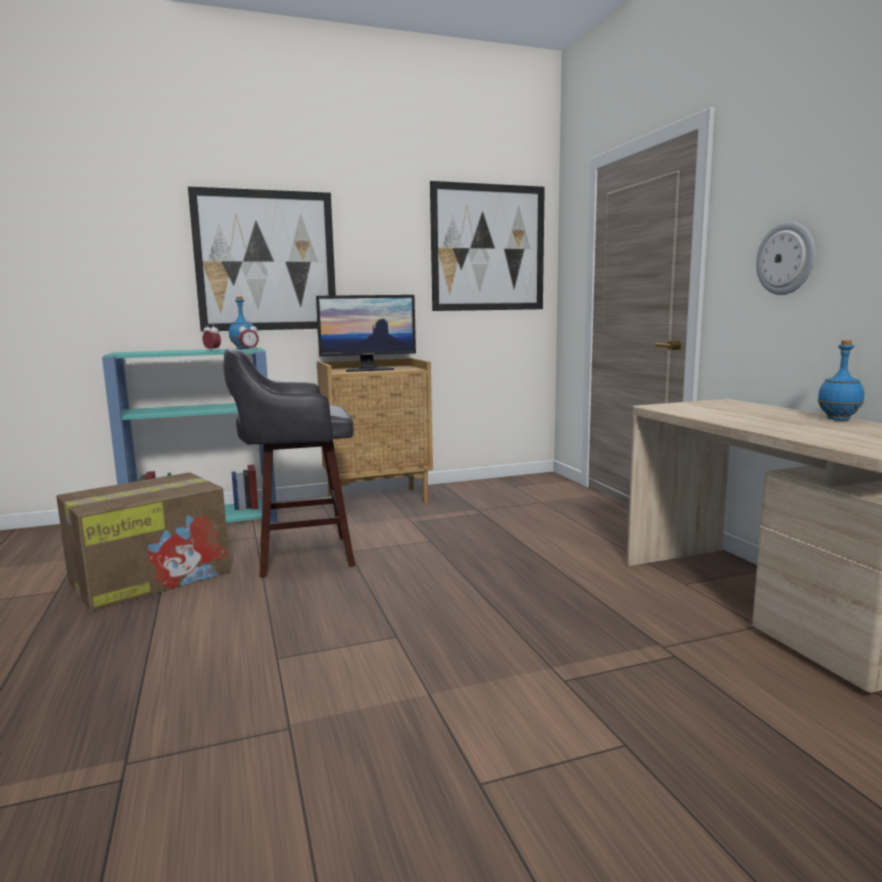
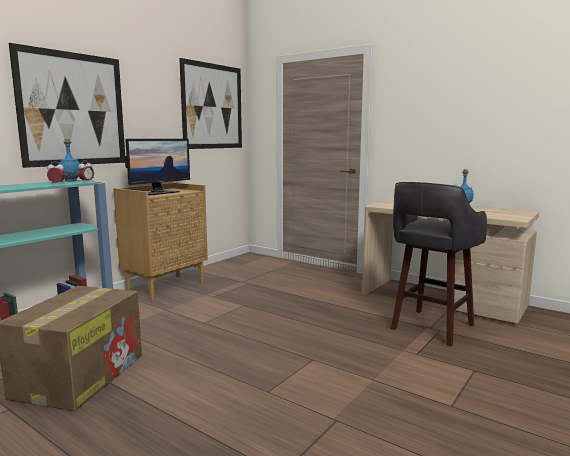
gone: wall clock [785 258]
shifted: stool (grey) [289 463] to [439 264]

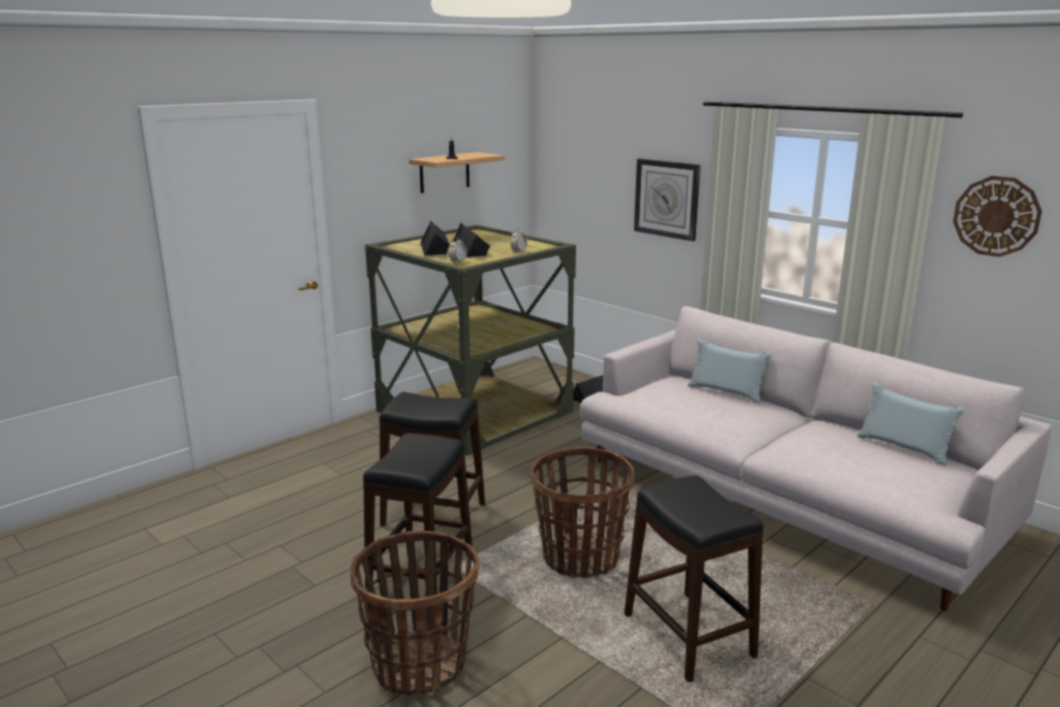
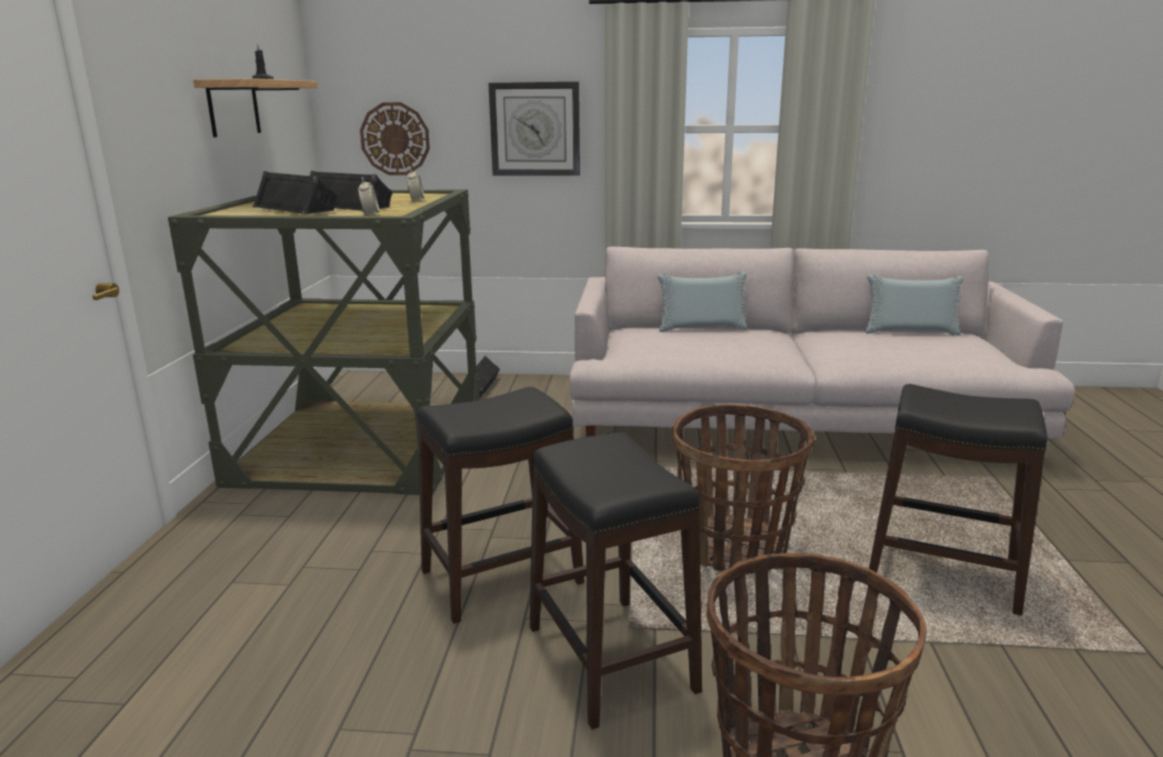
shifted: wall clock [997 216] to [395 138]

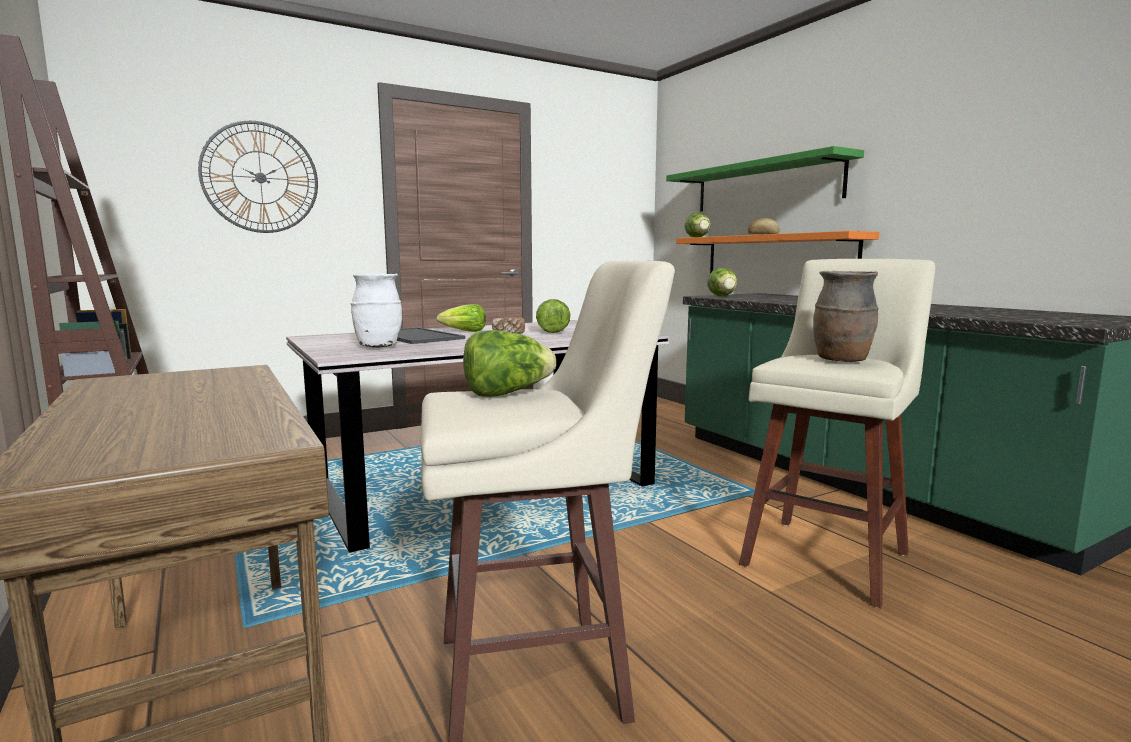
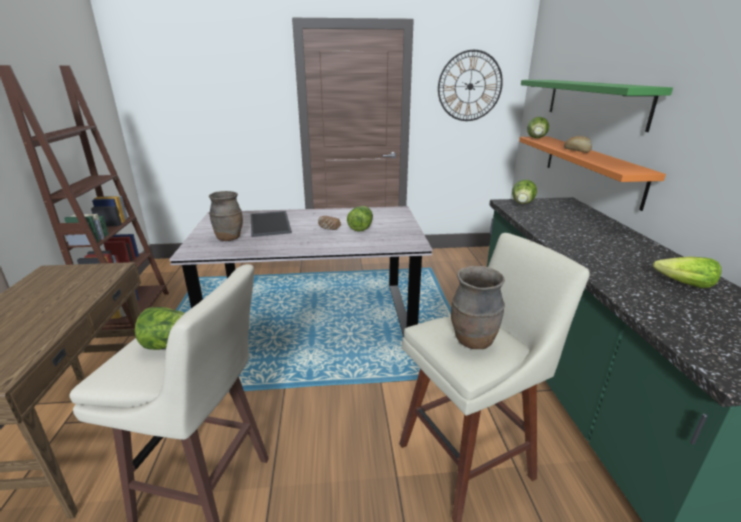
shifted: wall clock [258 177] to [470 85]; lettuce [461 318] to [687 272]
repainted: vase (white) [376 310] to vase (brown) [226 216]

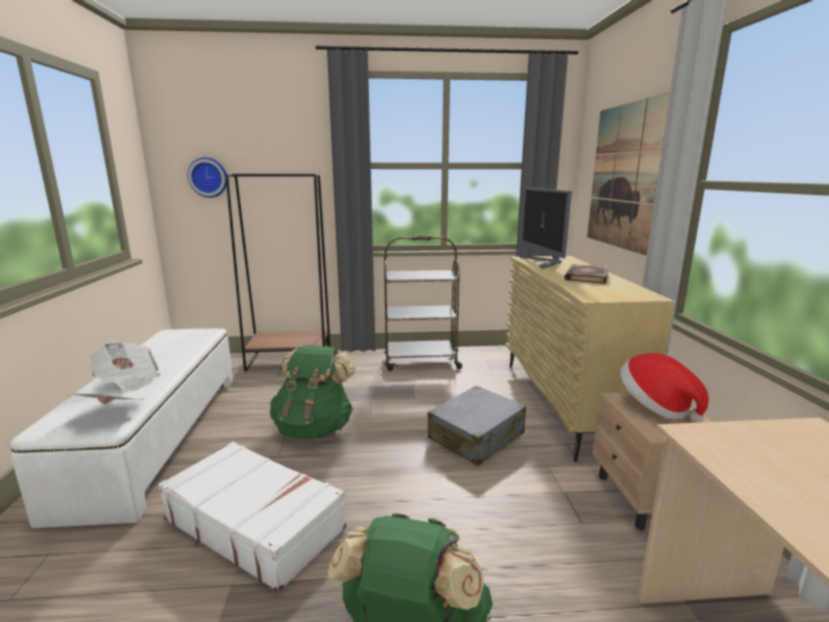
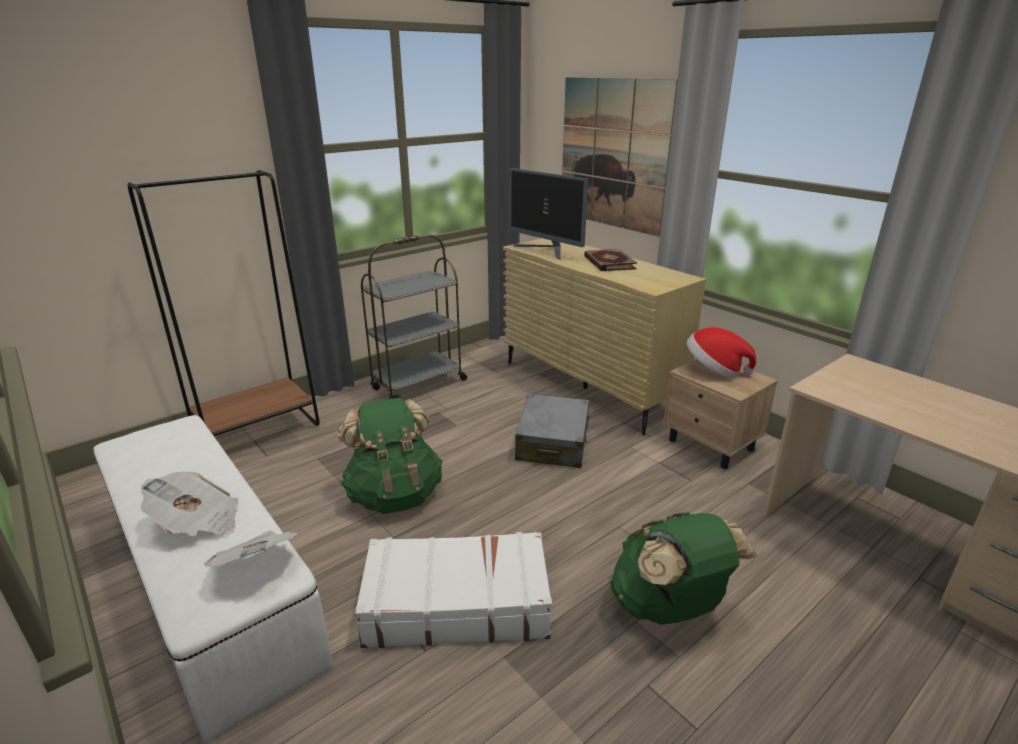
gone: wall clock [207 177]

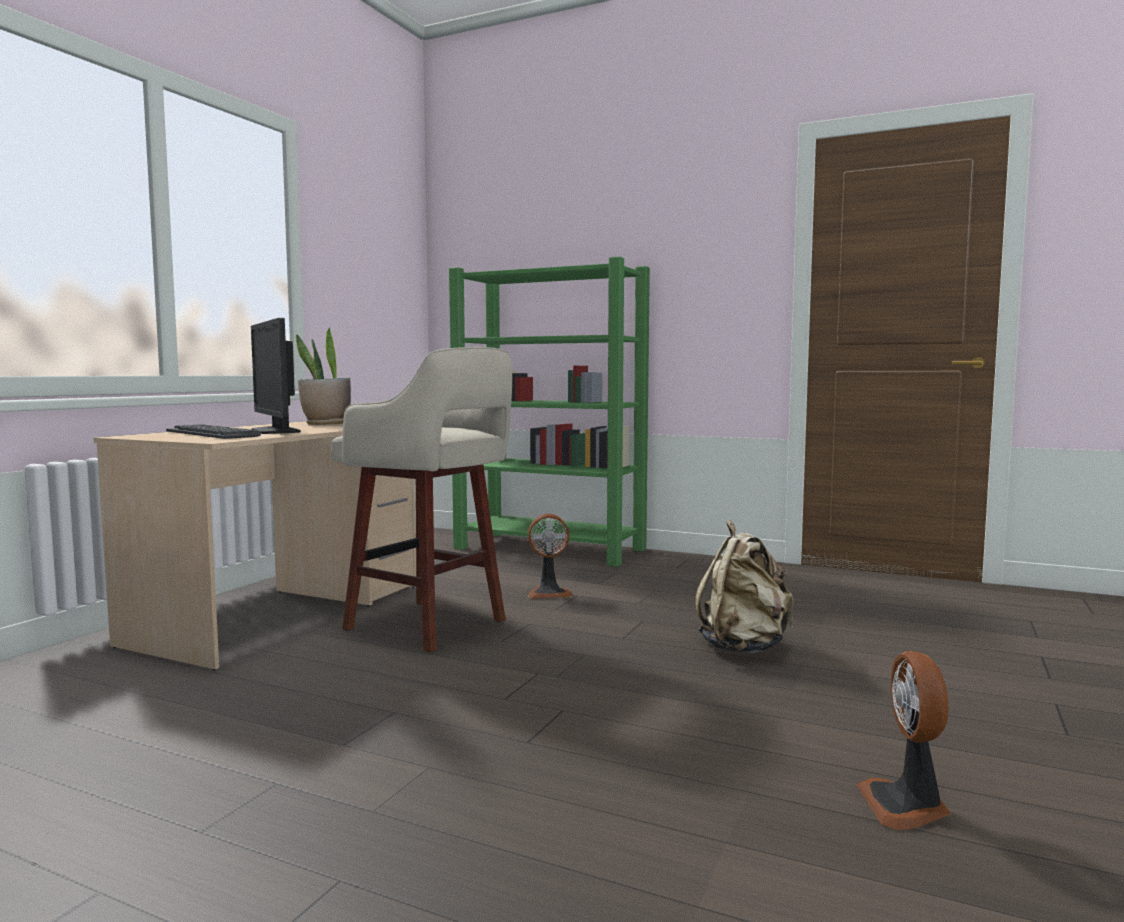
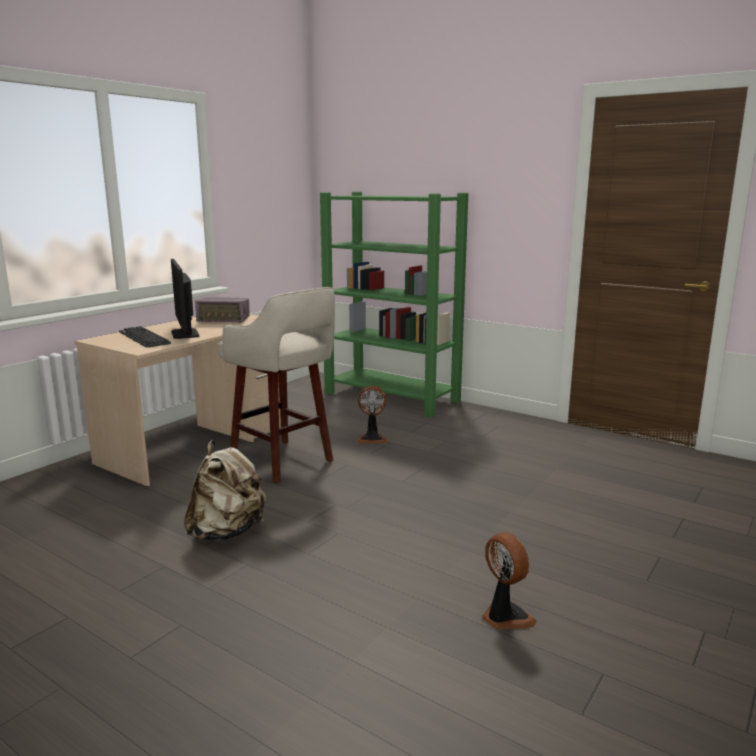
shifted: backpack (beige) [744 586] to [225 490]
swapped: potted plant [323 376] to radio [222 310]
rotated: fan [904 740] = [509 580] 135 degrees clockwise

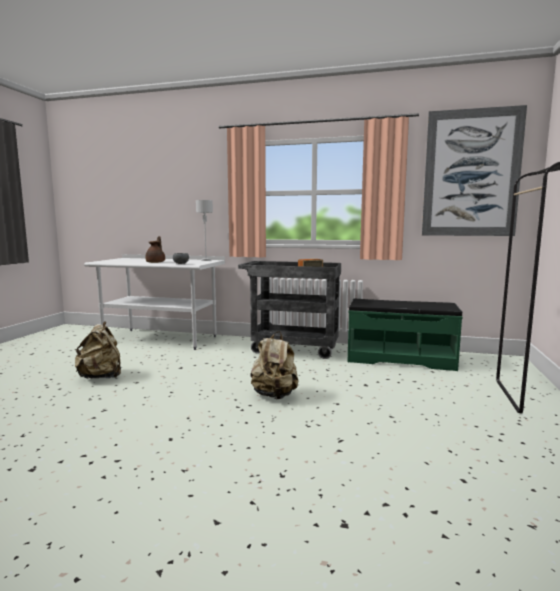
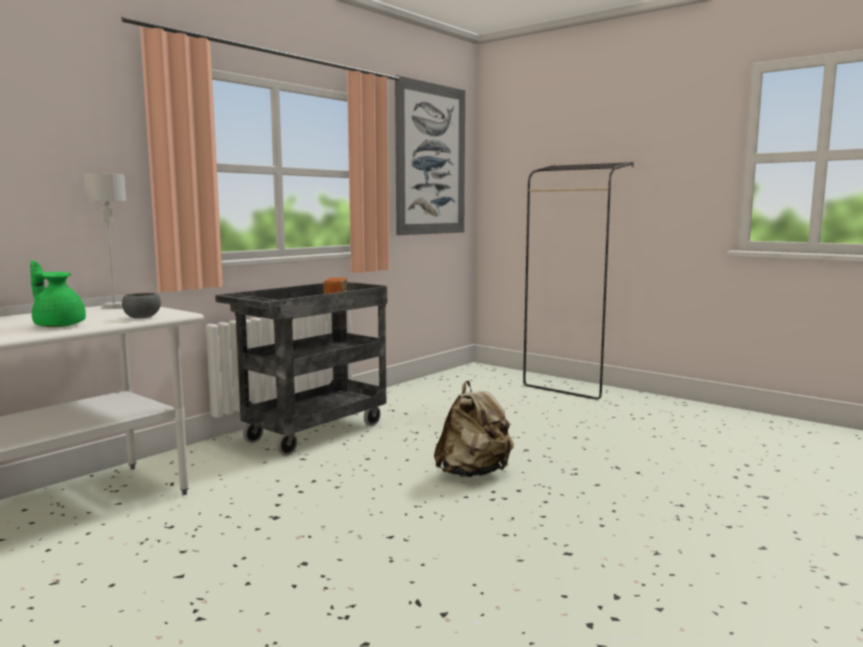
gone: backpack (beige) [98 349]; bench (green) [405 335]
repainted: teapot (brown) [155 249] to teapot (green) [58 293]

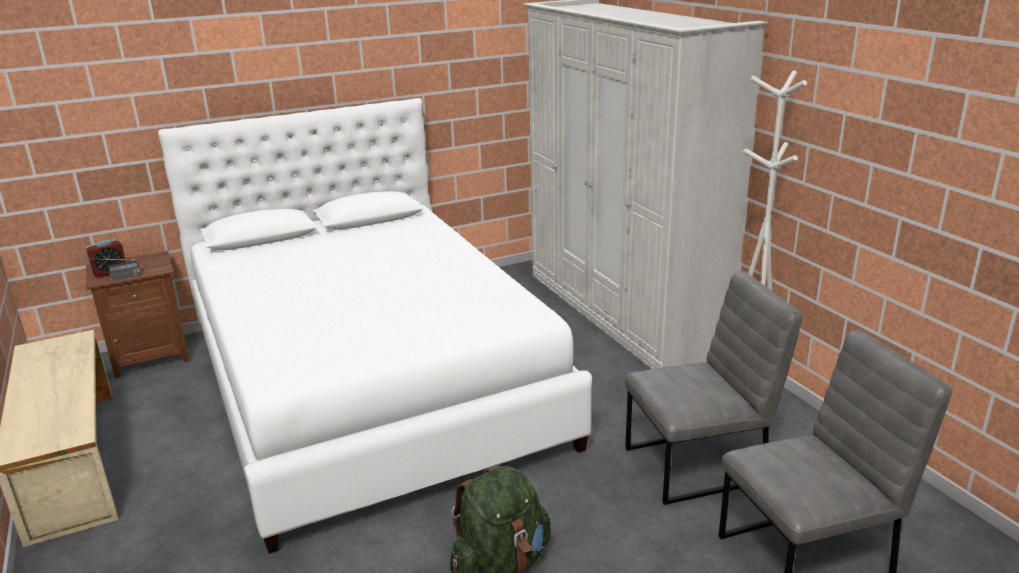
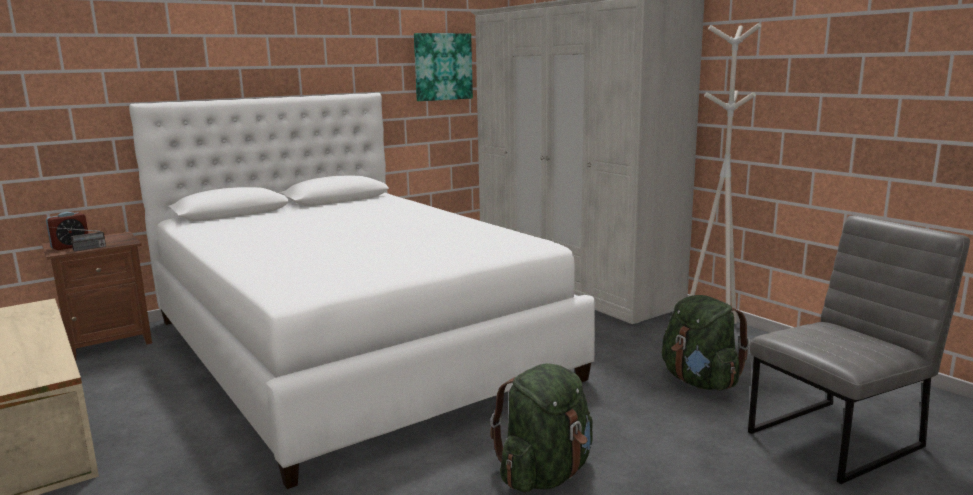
new: picture [443 67]
swapped: chair (grey) [713 388] to backpack (green) [706 343]

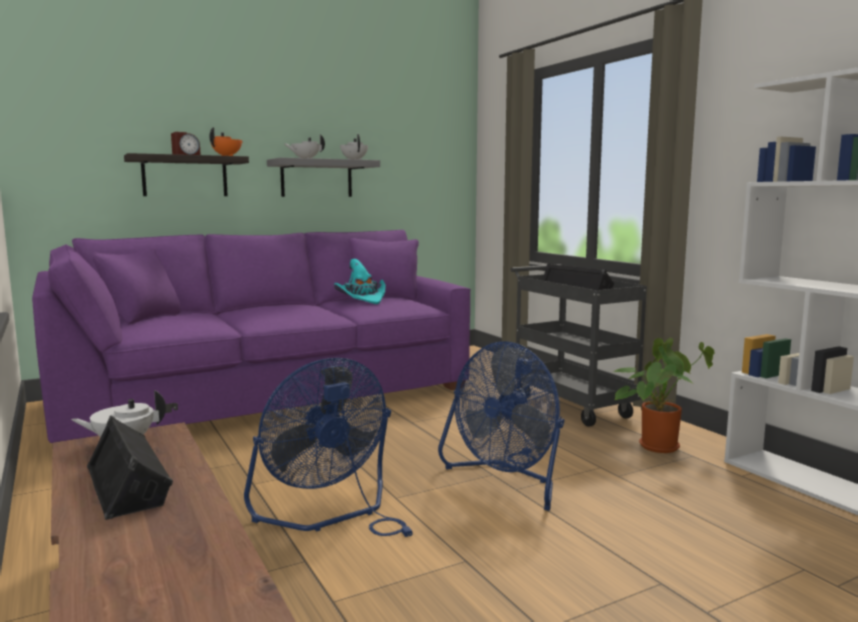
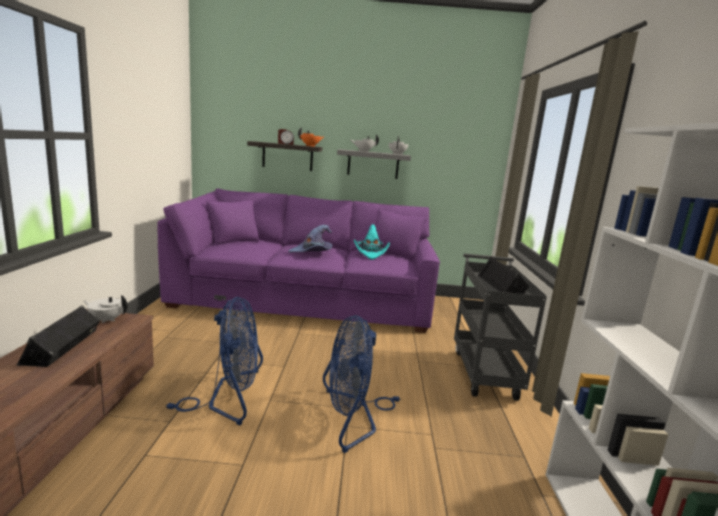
gone: potted plant [663 395]
new: hat (purple) [310 239]
rotated: fan (blue) [328 447] = [214 361] 90 degrees clockwise

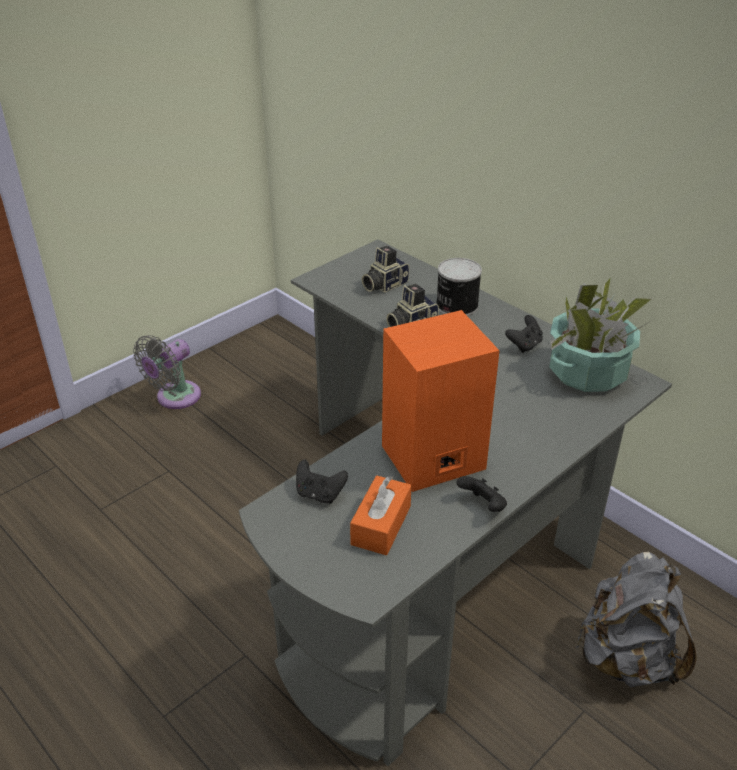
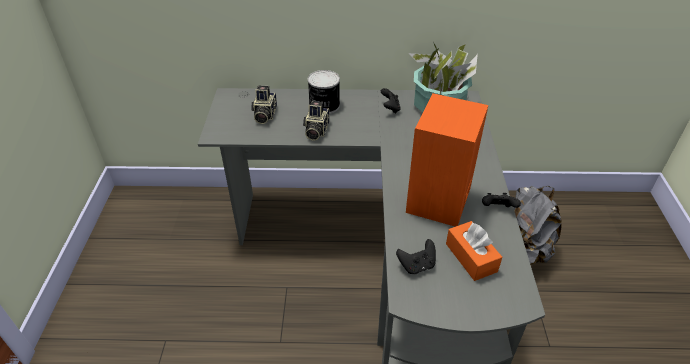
gone: fan (grey) [167 372]

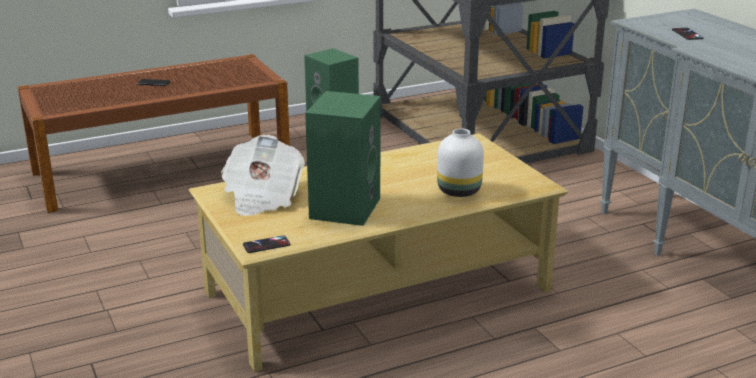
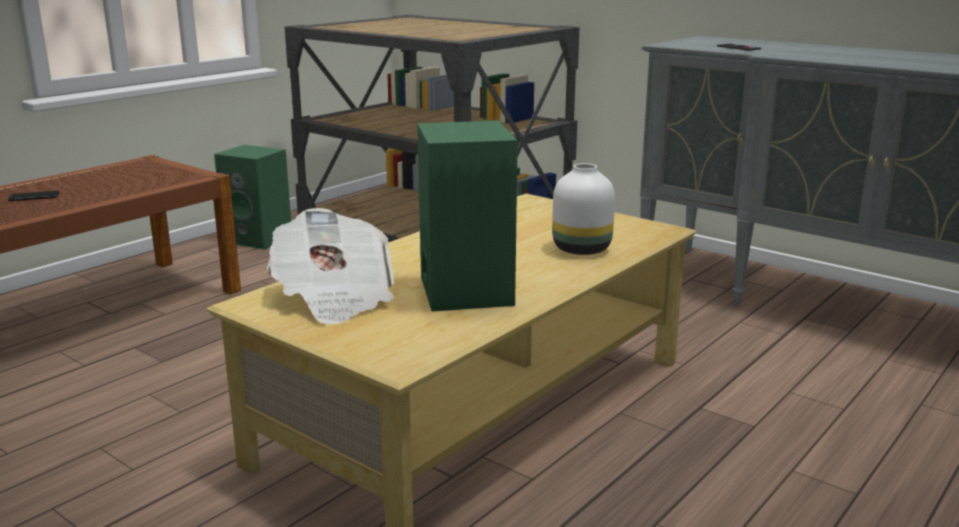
gone: phone [267 244]

